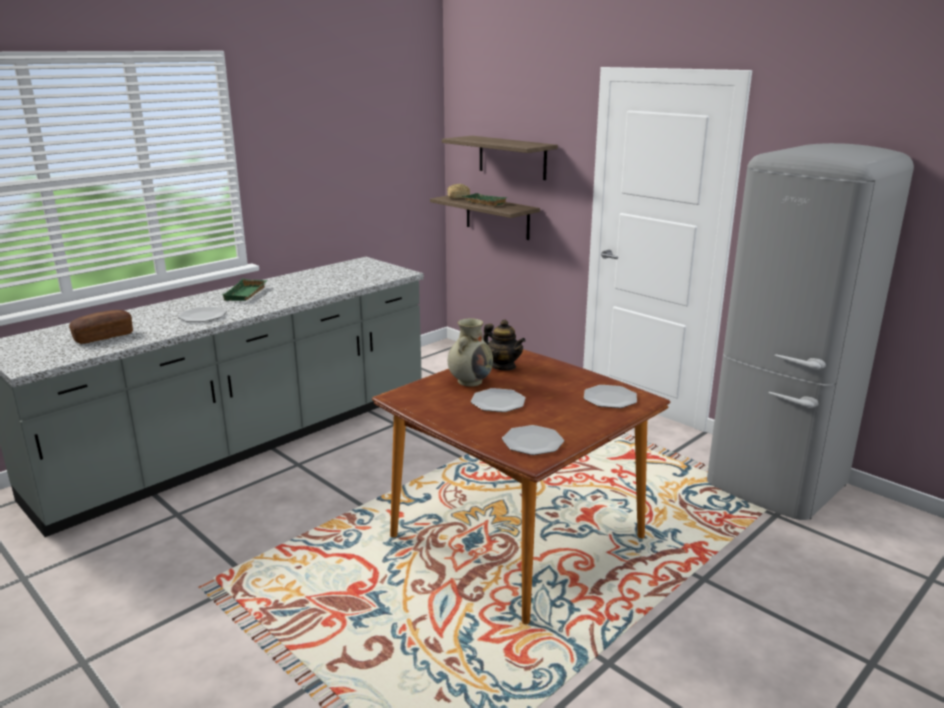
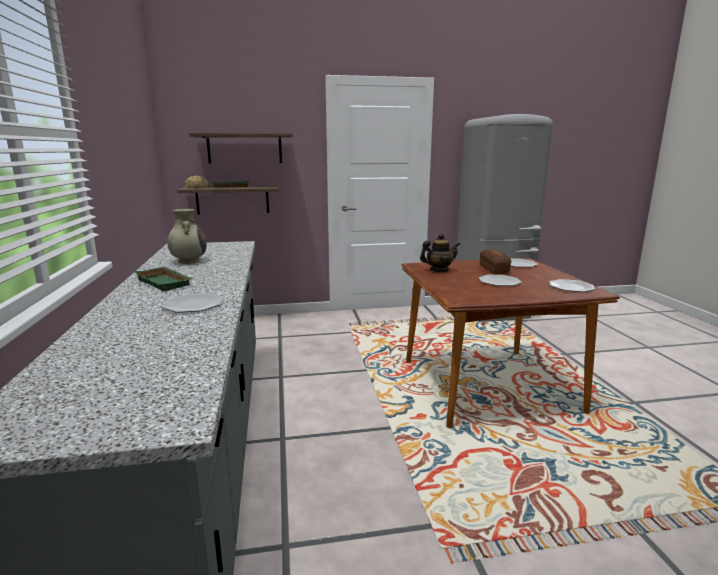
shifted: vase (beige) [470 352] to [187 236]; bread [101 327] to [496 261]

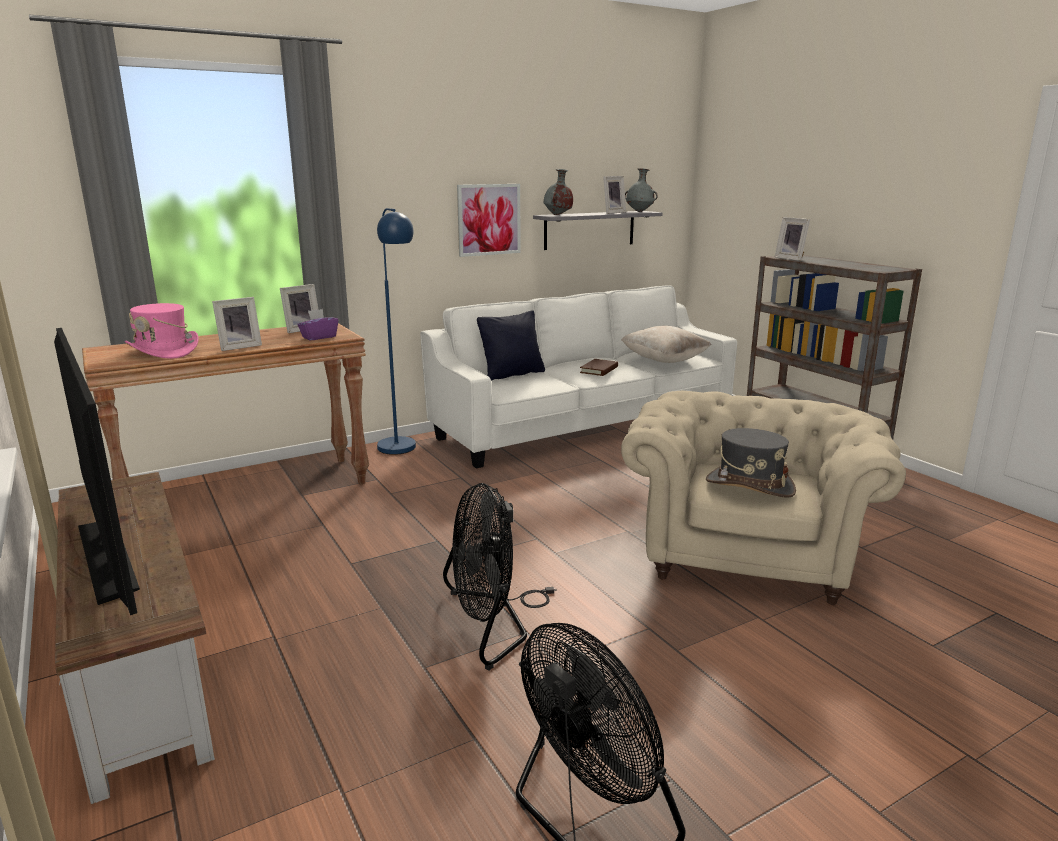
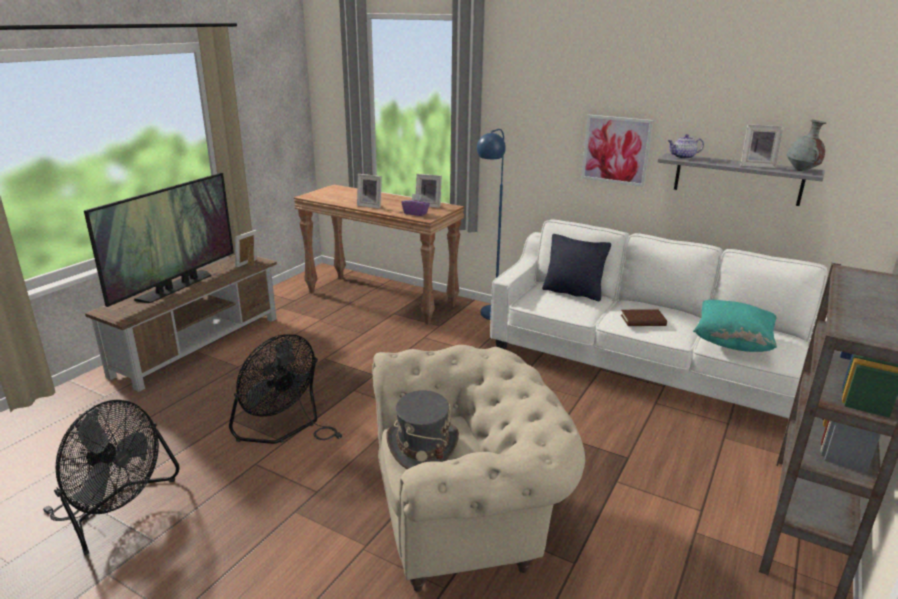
gone: hat (pink) [162 331]
shifted: picture frame [792 239] to [246 248]
swapped: vase (grey) [558 192] to teapot [686 146]
repainted: pillow (beige) [666 344] to pillow (turquoise) [735 326]

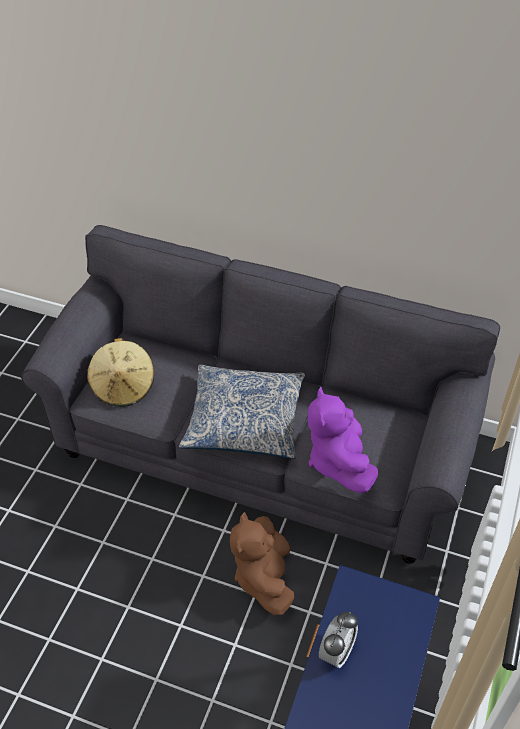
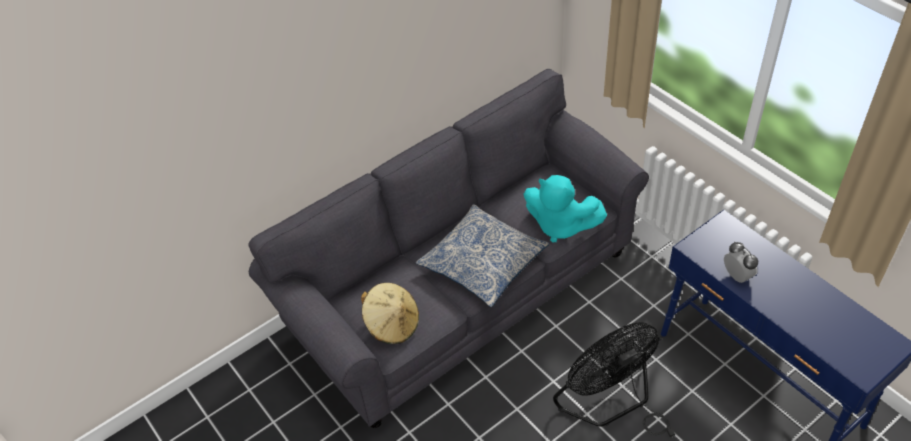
gone: plush toy (brown) [262 563]
new: fan (black) [614 380]
repainted: plush toy (purple) [342 440] to plush toy (turquoise) [565 208]

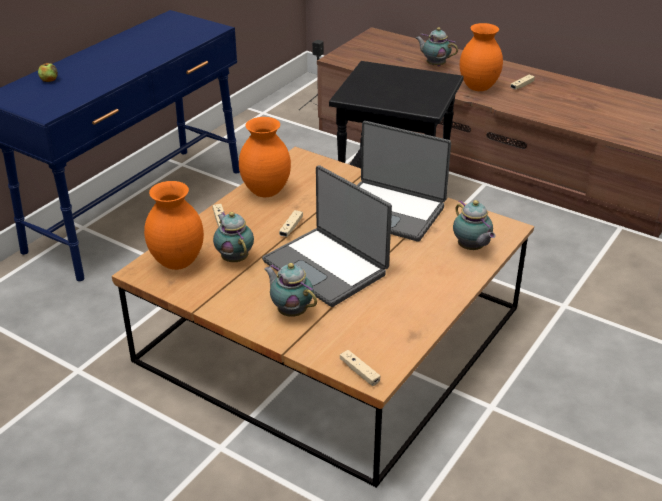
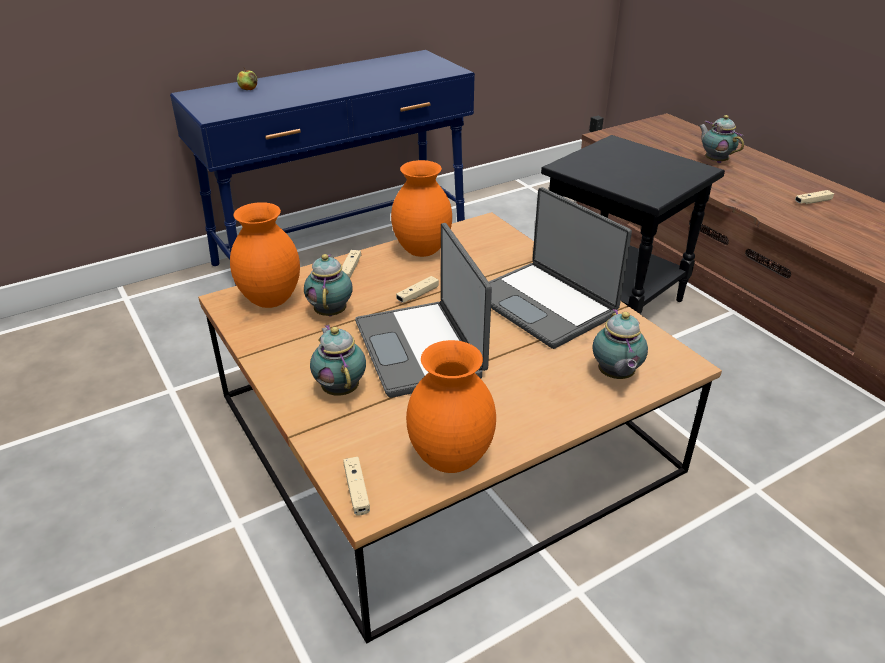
shifted: vase (orange) [481 57] to [451 406]

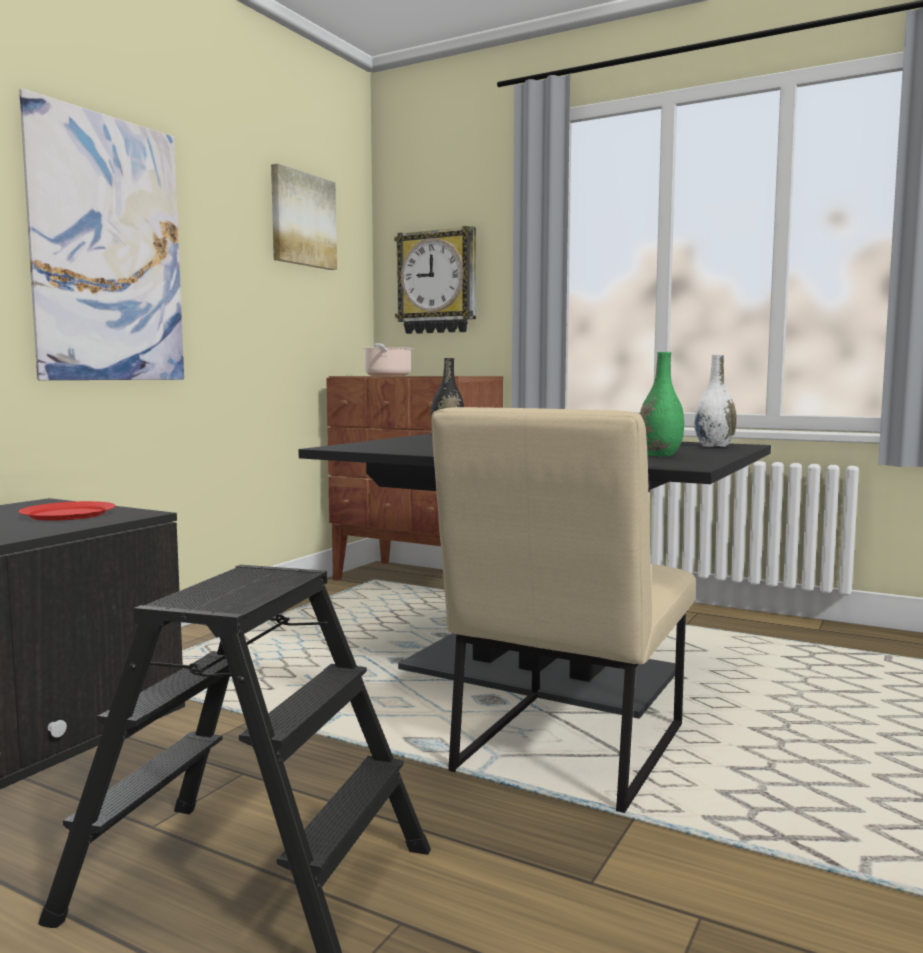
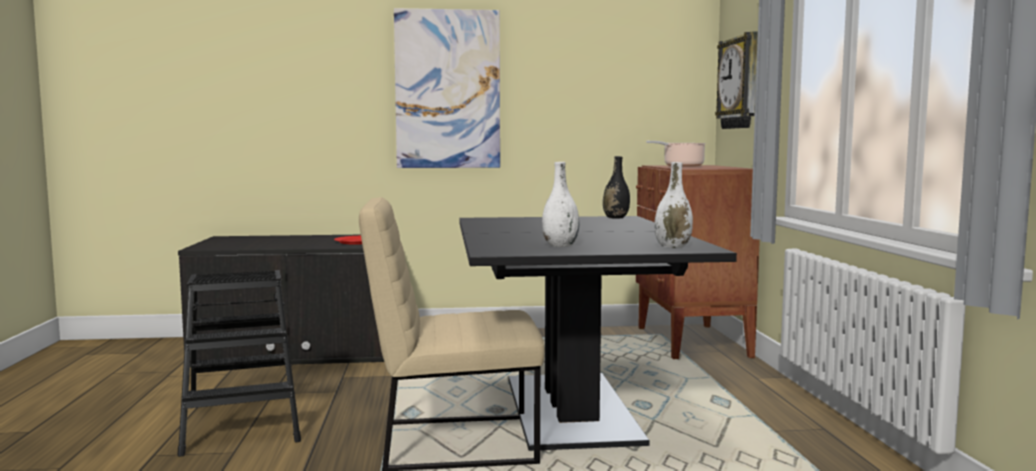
gone: picture [304 217]
repainted: vase (green) [662 404] to vase (white) [560 204]

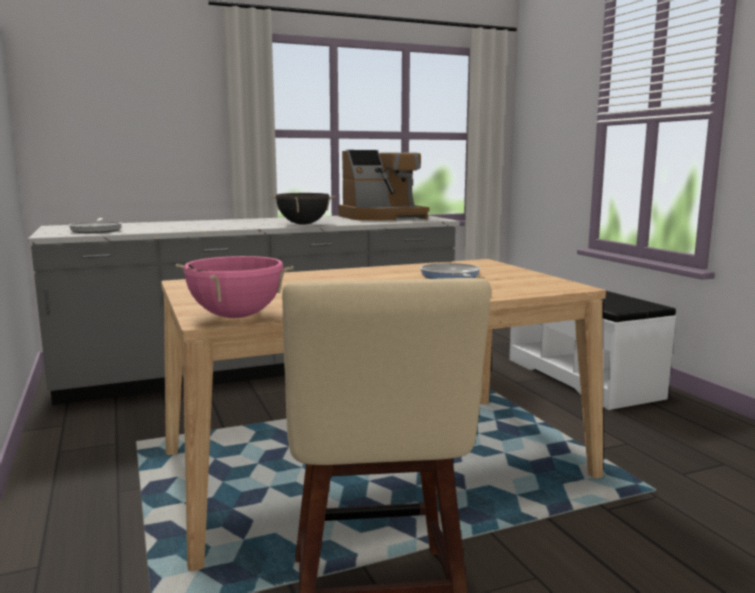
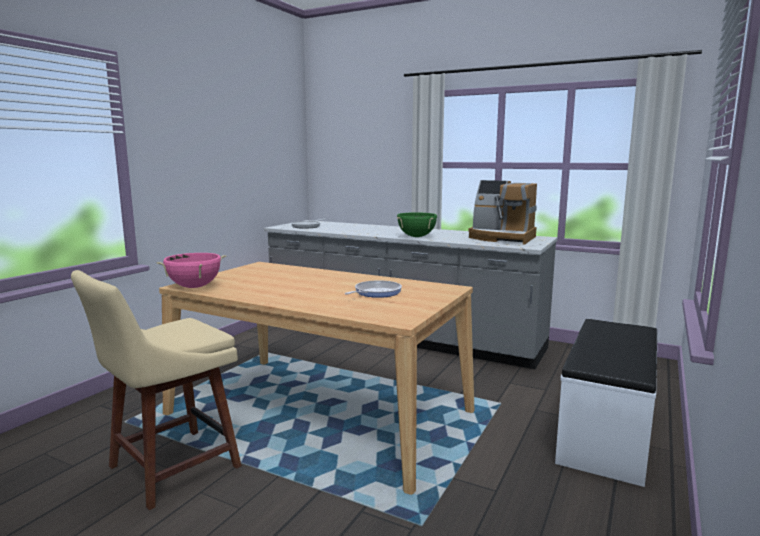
repainted: cooking pot (black) [302 209] to cooking pot (green) [417 224]

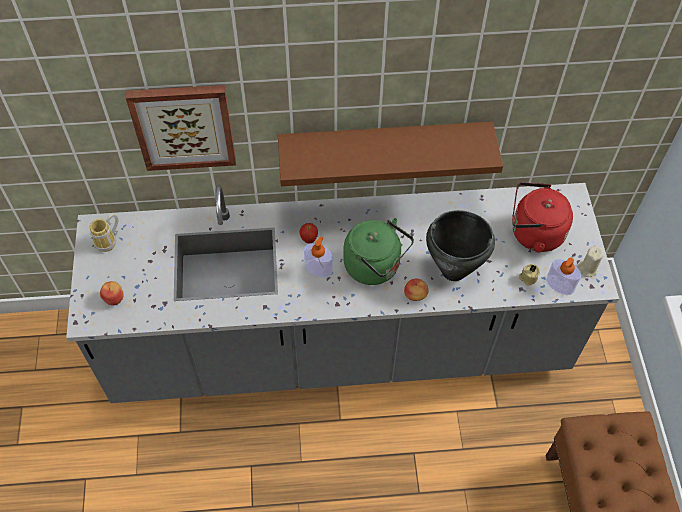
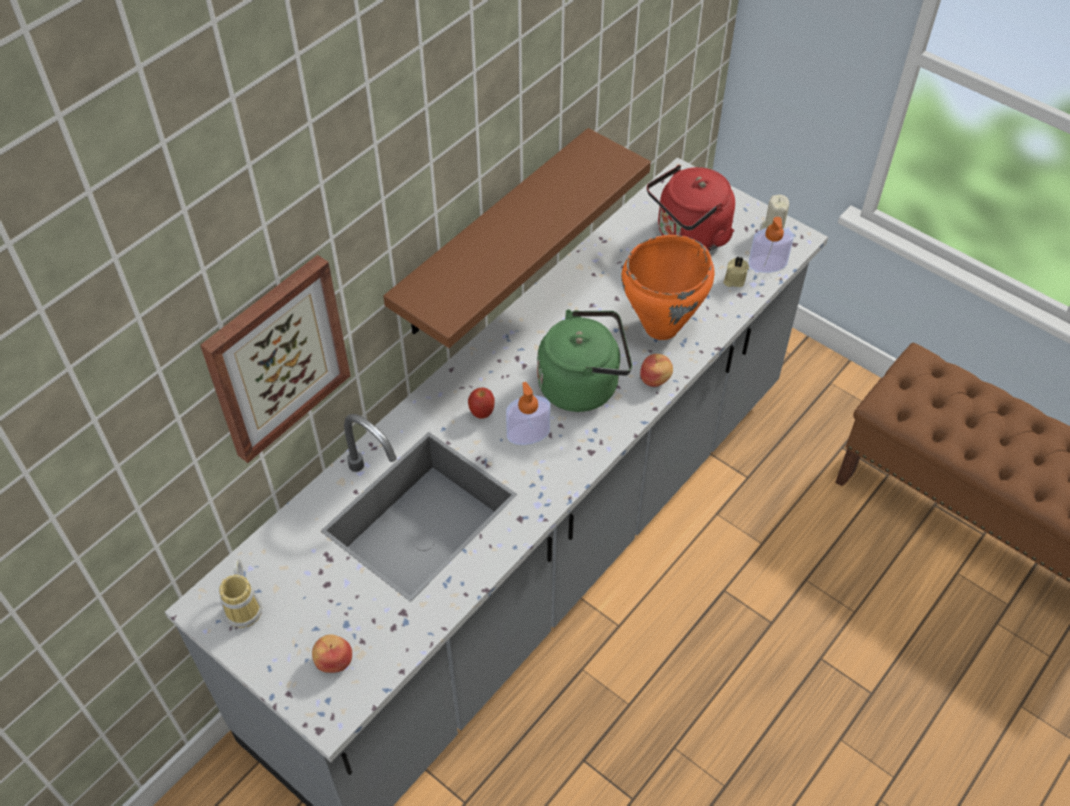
repainted: cooking pot (black) [460 245] to cooking pot (orange) [668 287]

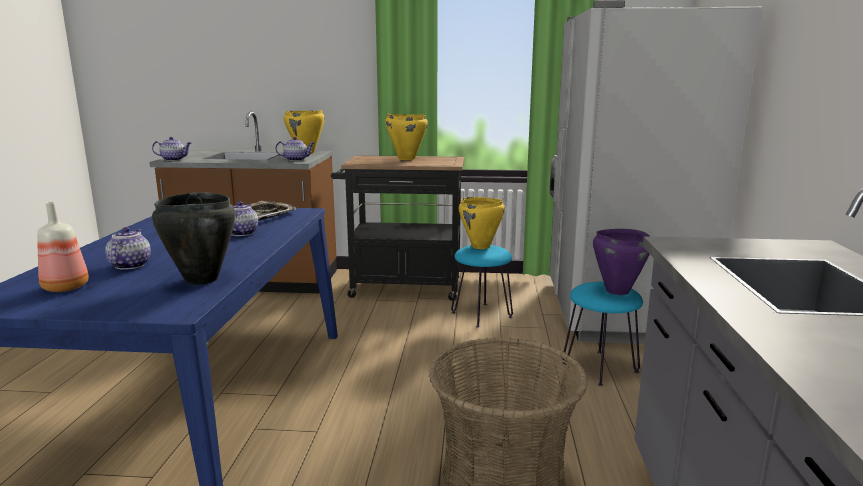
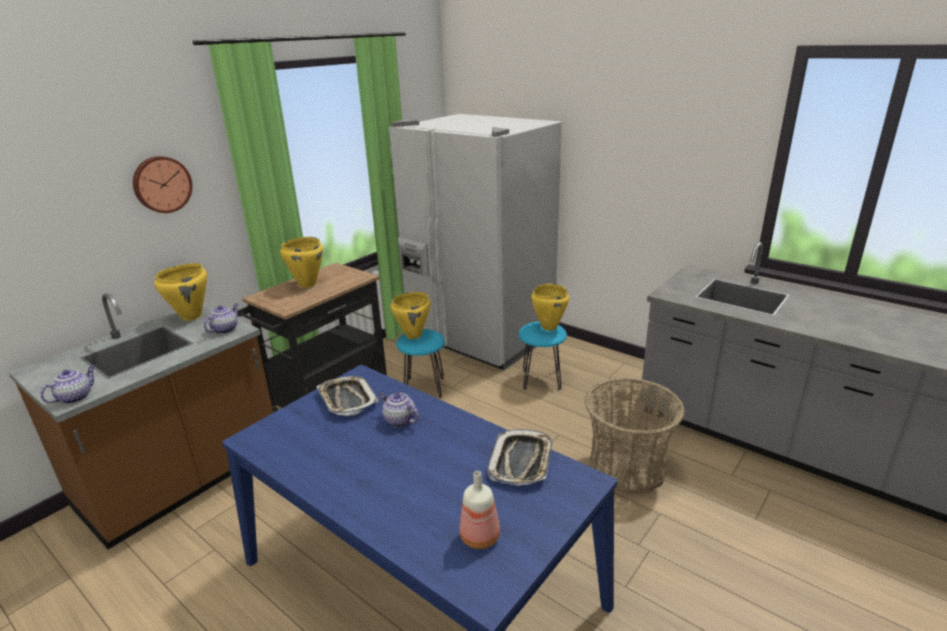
gone: teapot [128 248]
new: wall clock [162 184]
swapped: cooking pot (black) [194 238] to tray [520 457]
repainted: cooking pot (purple) [621 262] to cooking pot (yellow) [550 307]

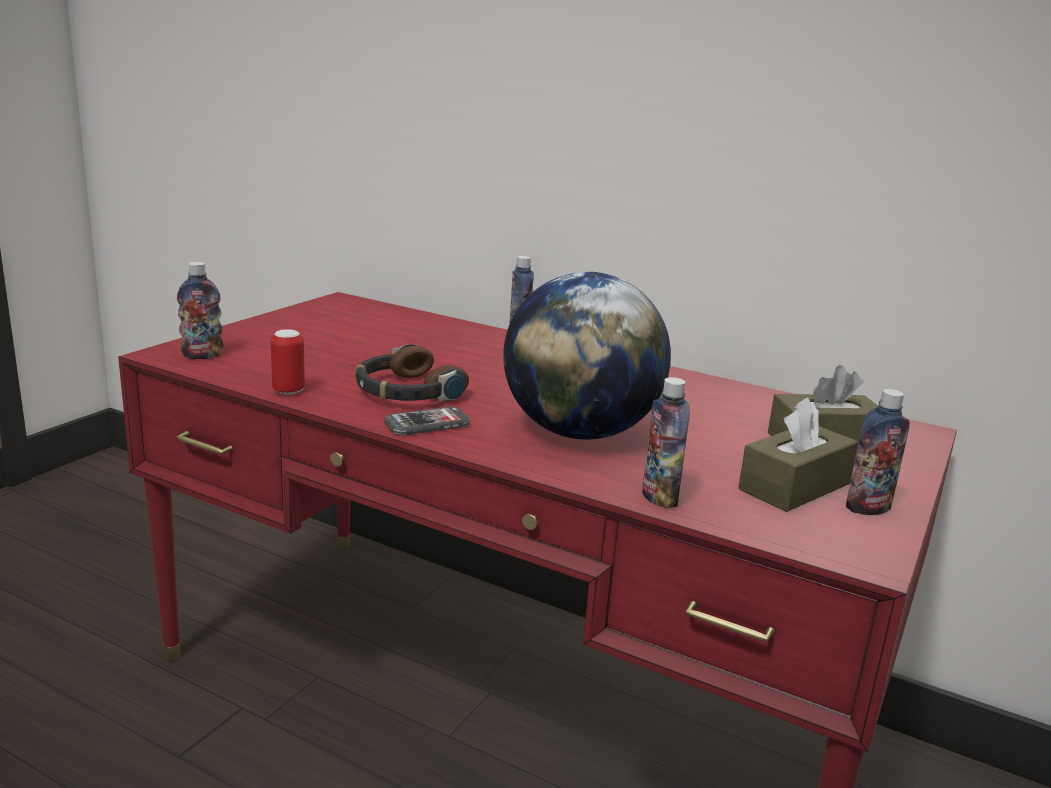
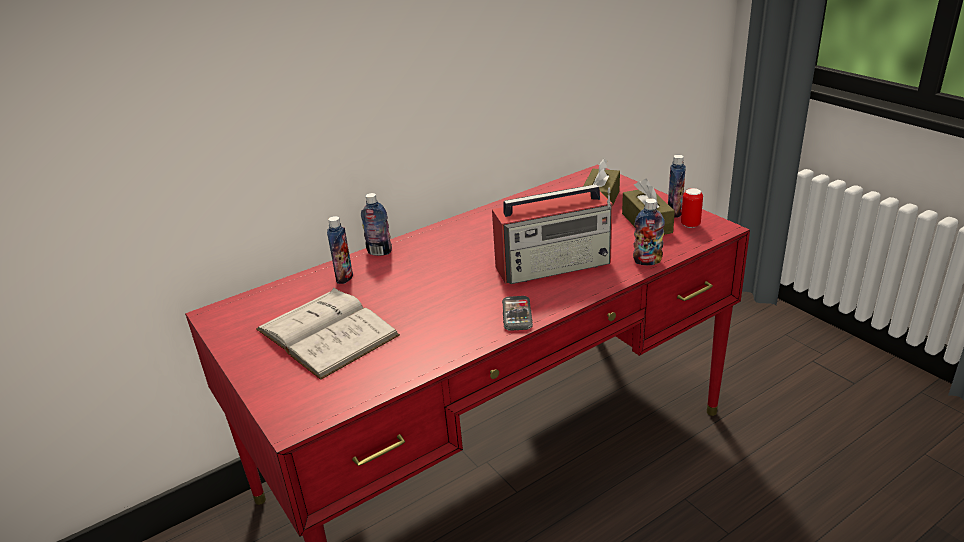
gone: headphones [412 373]
new: book (white) [328 334]
shifted: bottle [200 310] to [340 250]; can [288 362] to [692 208]
swapped: globe [587 356] to radio [552 234]

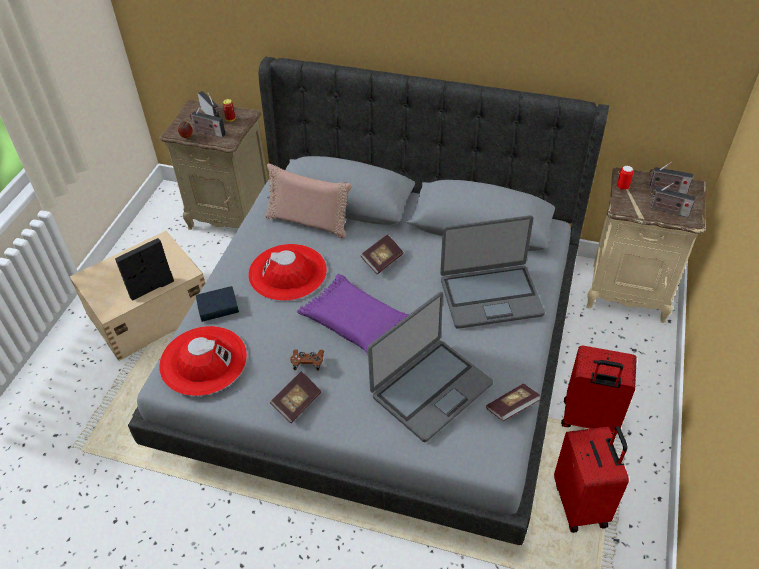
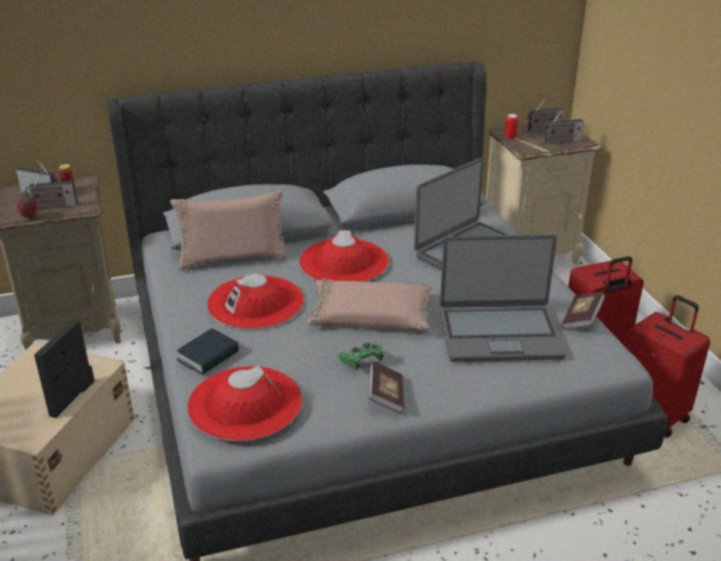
swapped: book [382 254] to hat (red) [344 256]
repainted: pillow (purple) [353 314] to pillow (beige) [369 304]; game controller (brown) [307 360] to game controller (green) [360 356]
rotated: laptop [430 367] = [503 298] 75 degrees clockwise

